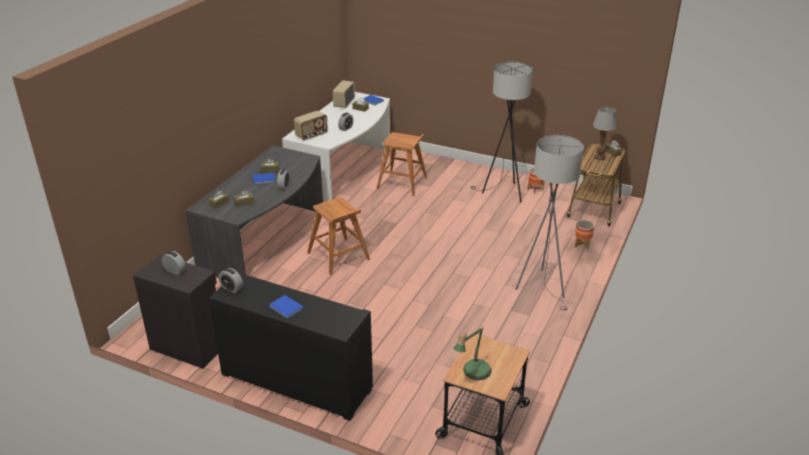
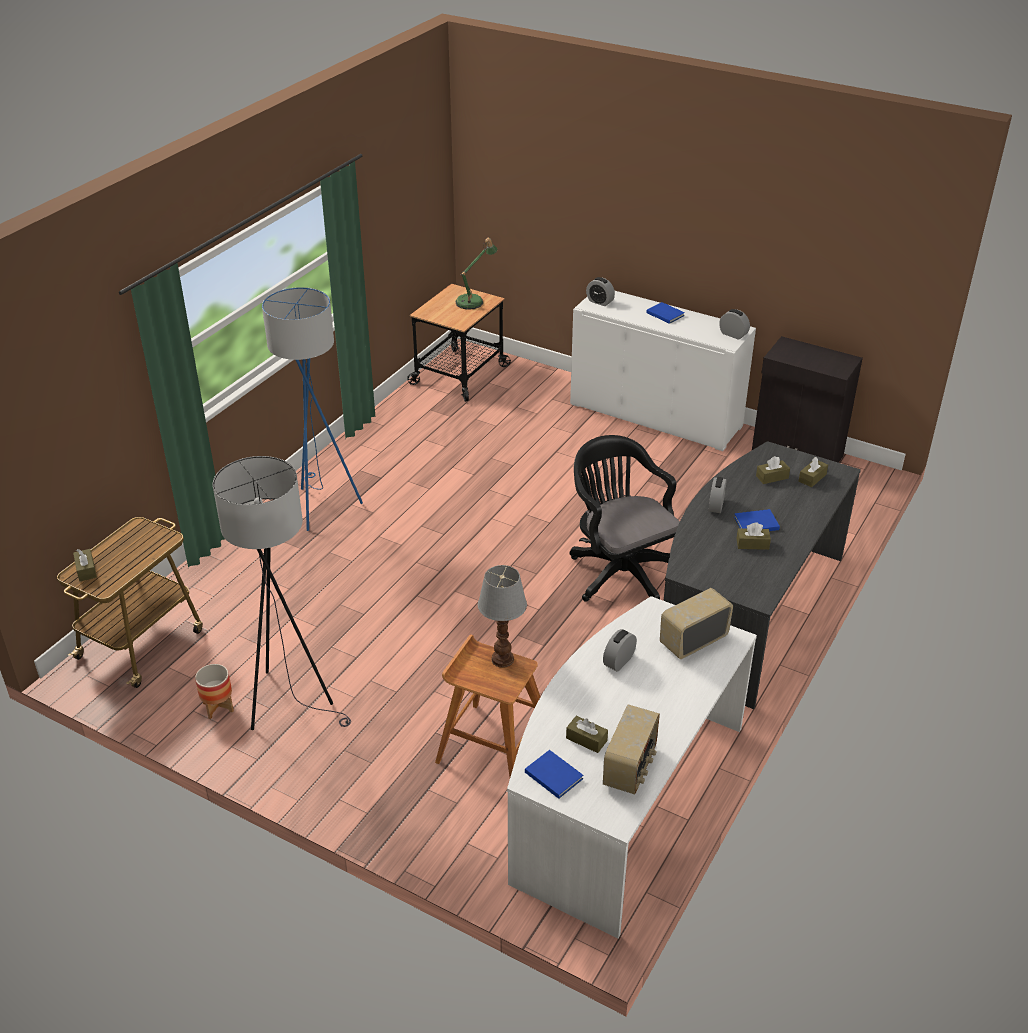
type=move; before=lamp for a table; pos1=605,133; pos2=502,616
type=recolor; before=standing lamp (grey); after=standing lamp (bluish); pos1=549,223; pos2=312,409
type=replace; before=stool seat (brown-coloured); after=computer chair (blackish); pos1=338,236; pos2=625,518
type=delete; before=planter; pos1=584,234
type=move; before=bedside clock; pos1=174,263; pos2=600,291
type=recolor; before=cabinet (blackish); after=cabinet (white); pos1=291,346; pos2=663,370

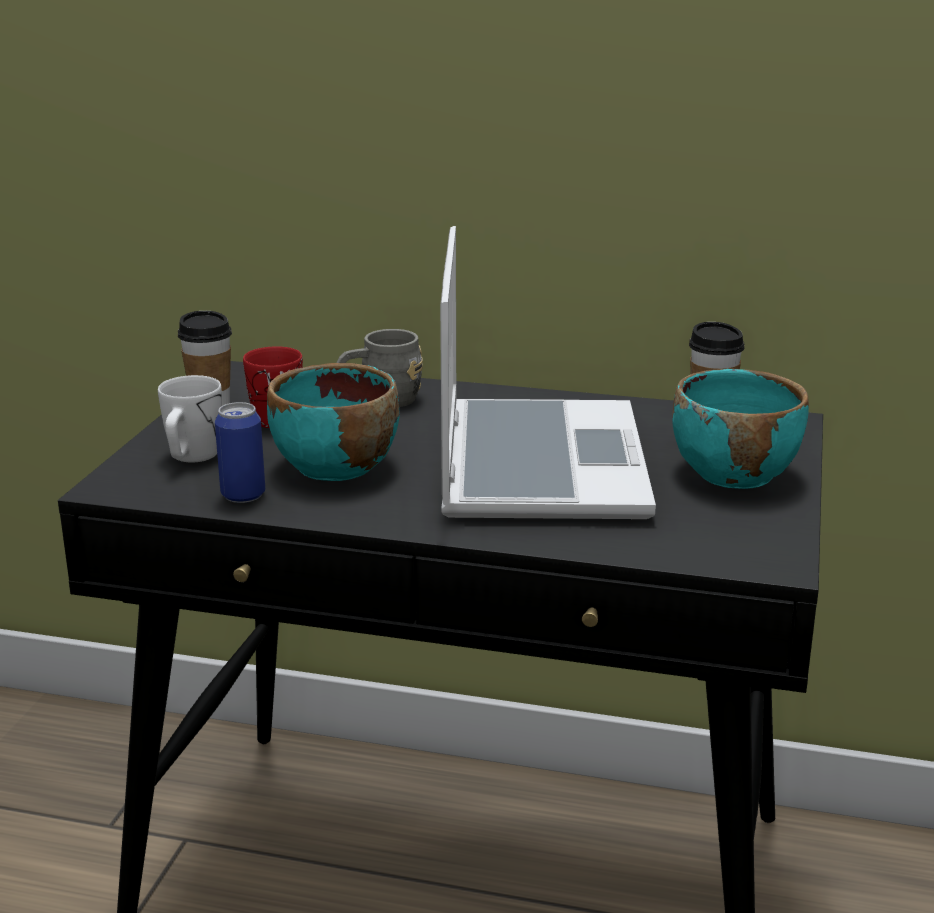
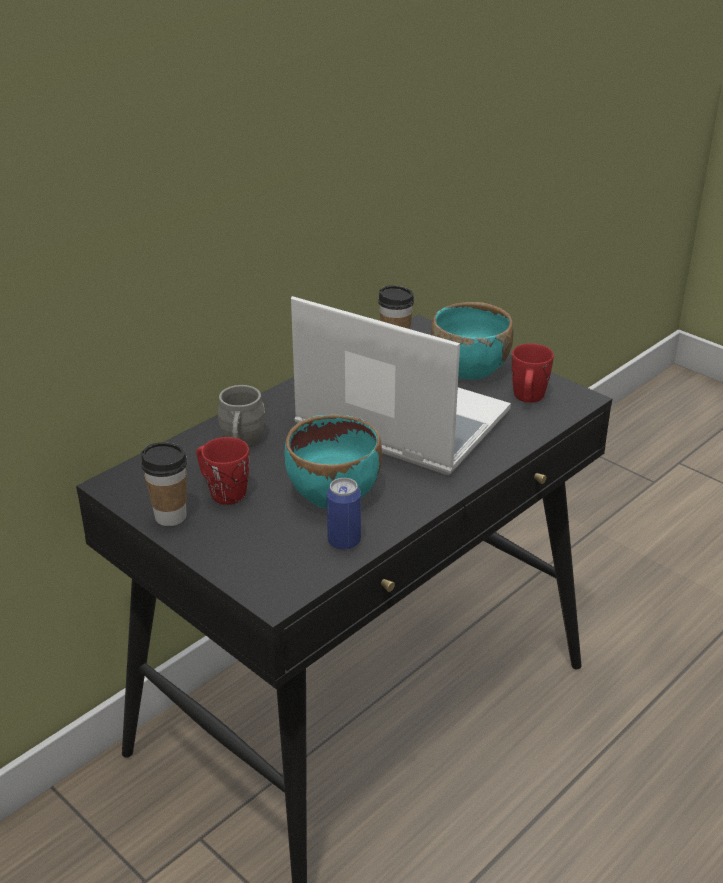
type=delete; before=mug (white); pos1=190,419
type=insert; after=mug (reddish); pos2=533,373

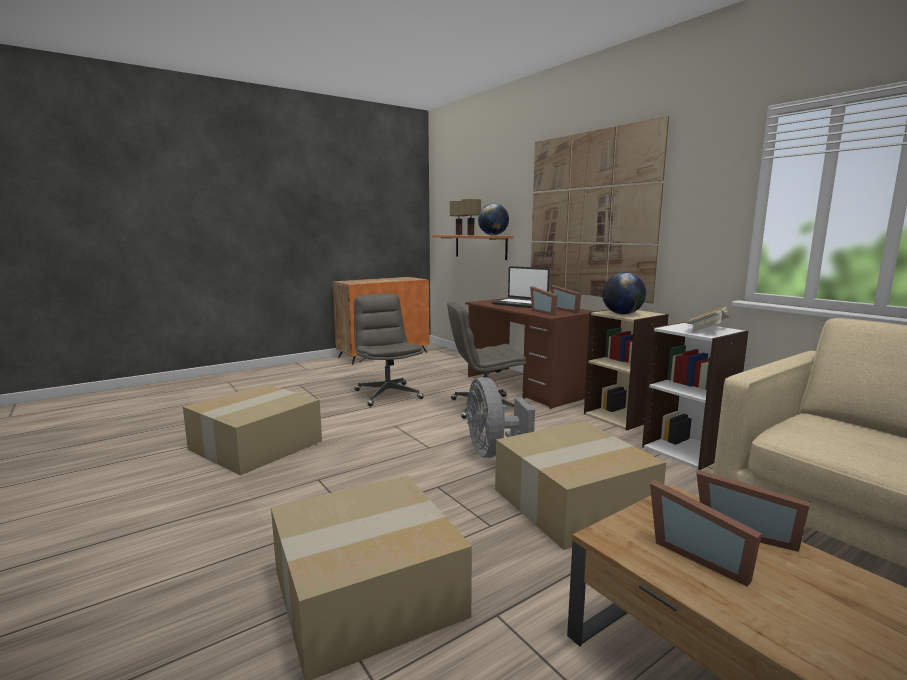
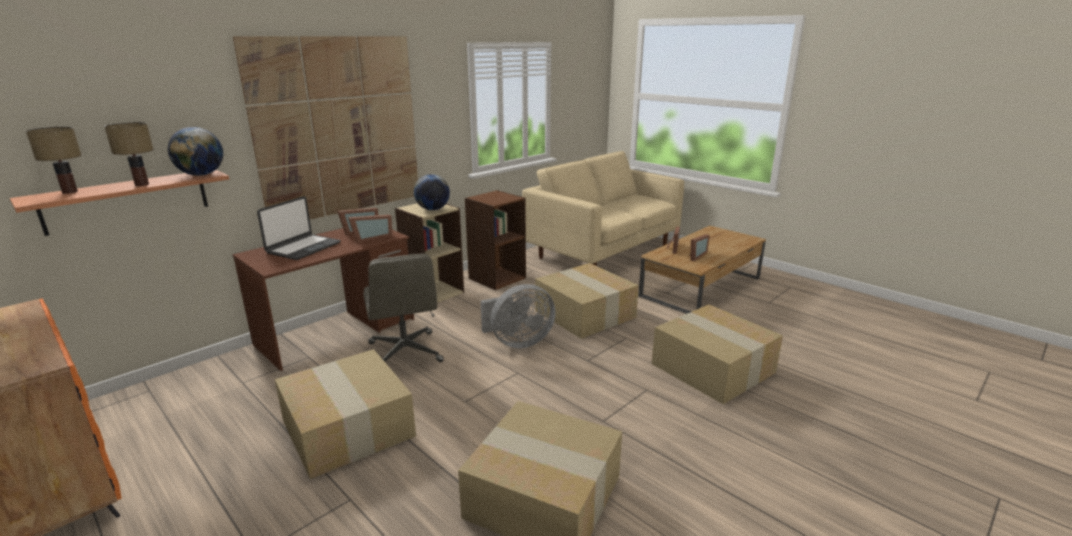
type=replace; before=computer chair (grey); after=packing box; pos1=389,350; pos2=345,414
type=delete; before=volume; pos1=707,319
type=recolor; before=bookshelf (white); after=bookshelf (brown-coloured); pos1=695,395; pos2=495,240

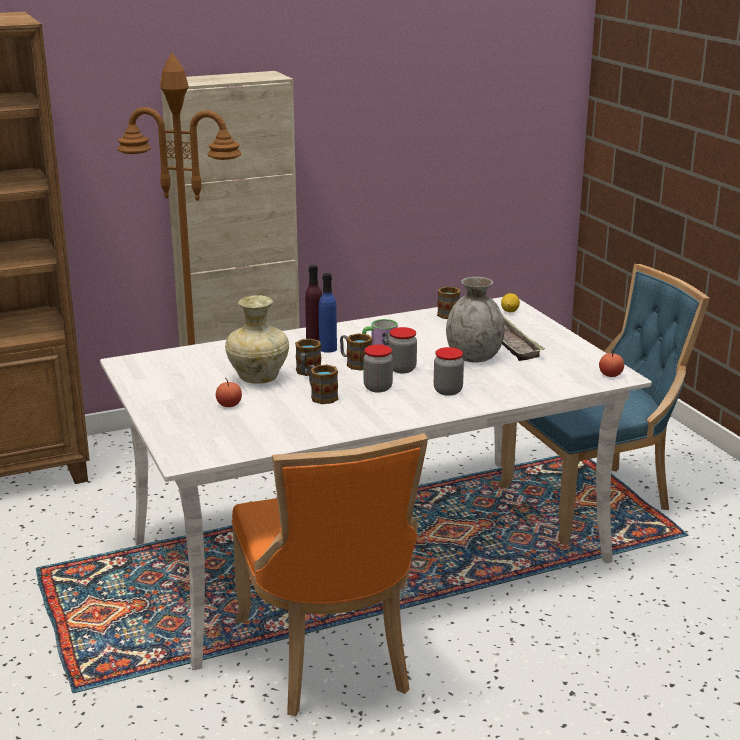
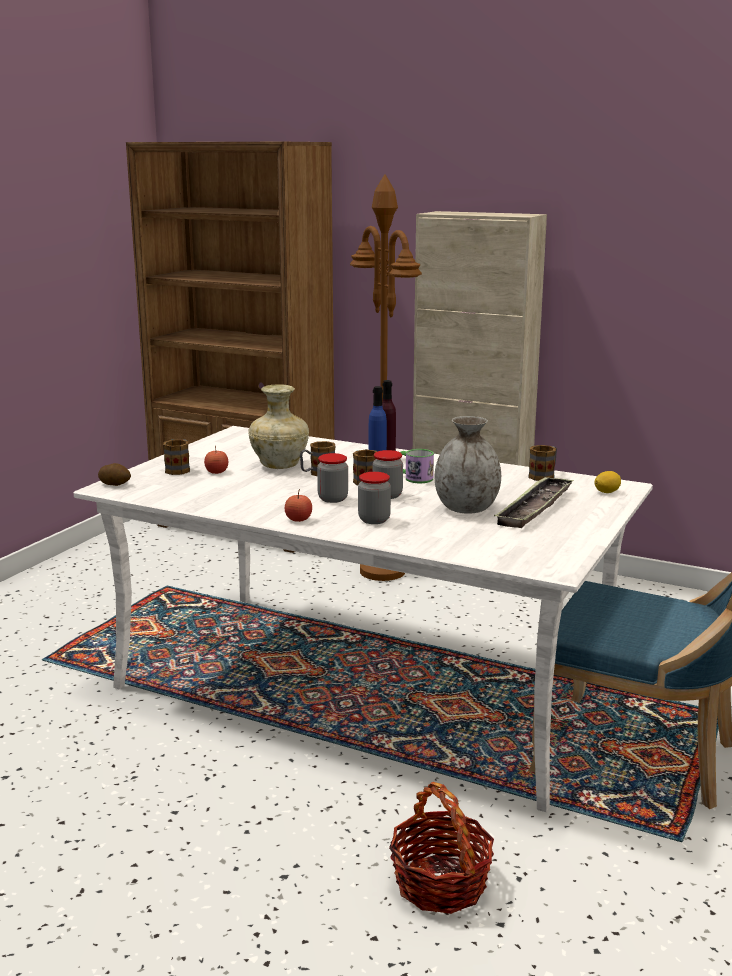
type=move; before=apple; pos1=611,363; pos2=298,505
type=move; before=mug; pos1=323,384; pos2=176,457
type=delete; before=plain chair (orangey); pos1=330,575
type=insert; after=whole potato; pos2=114,474
type=insert; after=household basket; pos2=441,848

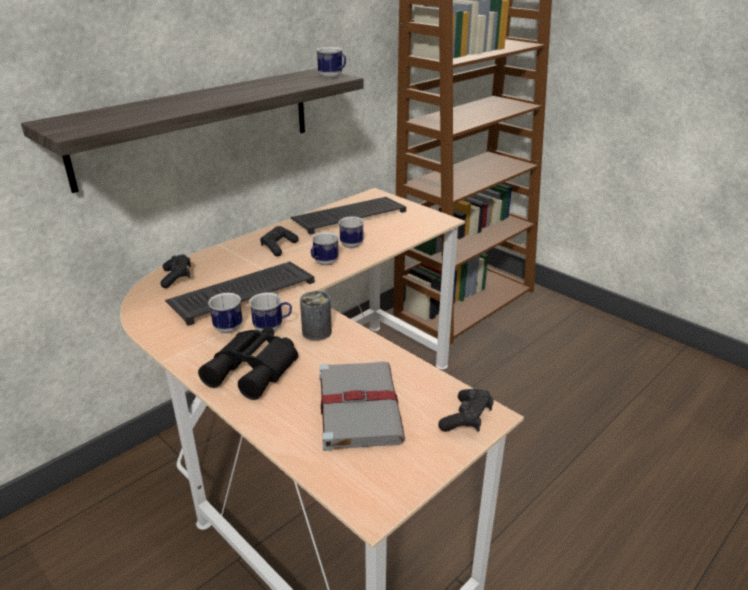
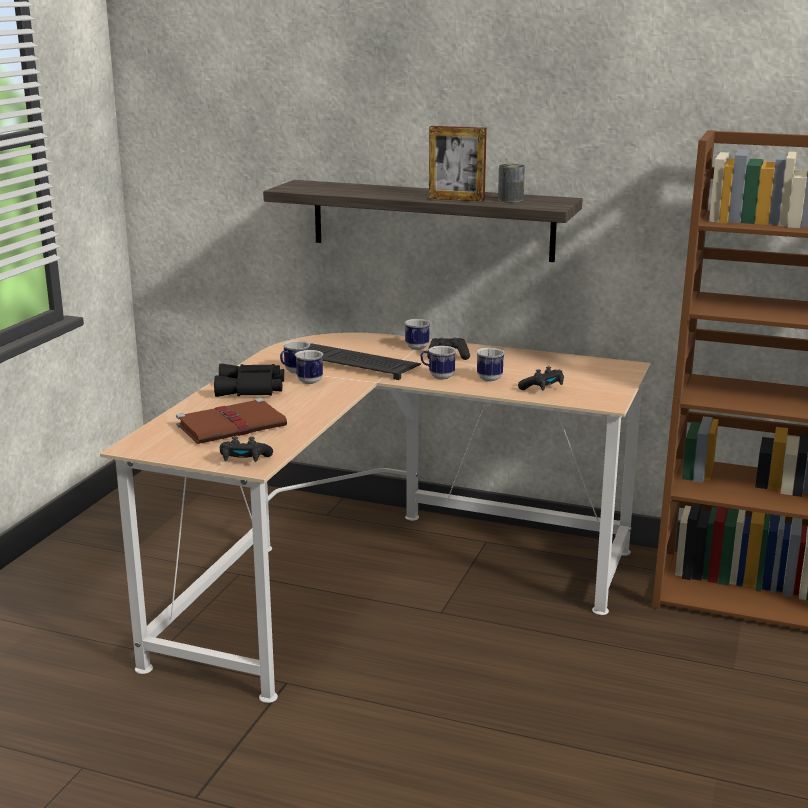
type=move; before=mug; pos1=331,63; pos2=417,334
type=delete; before=computer keyboard; pos1=348,215
type=move; before=game controller (blackish); pos1=175,271; pos2=541,378
type=move; before=metal can; pos1=316,316; pos2=511,183
type=recolor; before=volume (grey); after=volume (brown-coloured); pos1=362,406; pos2=231,421
type=insert; after=picture frame; pos2=458,164

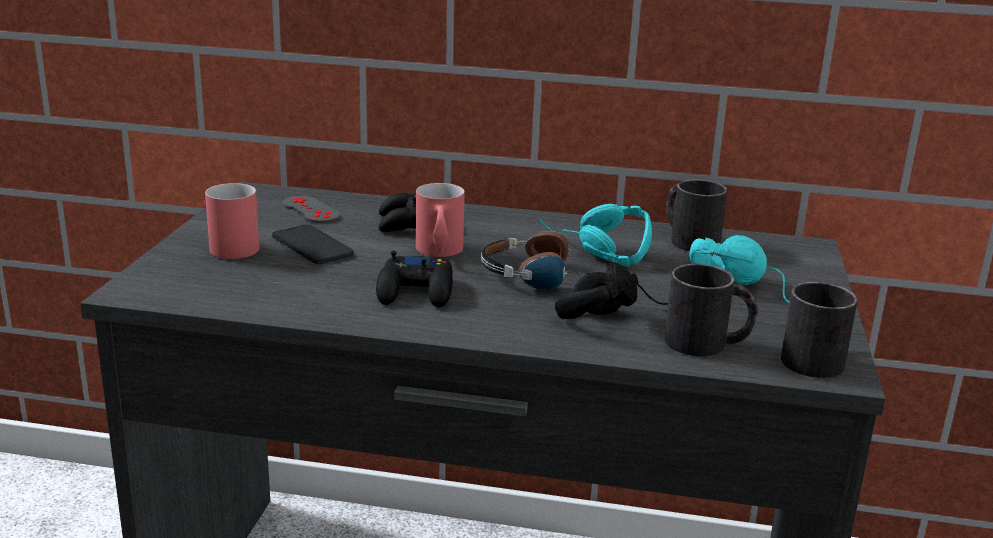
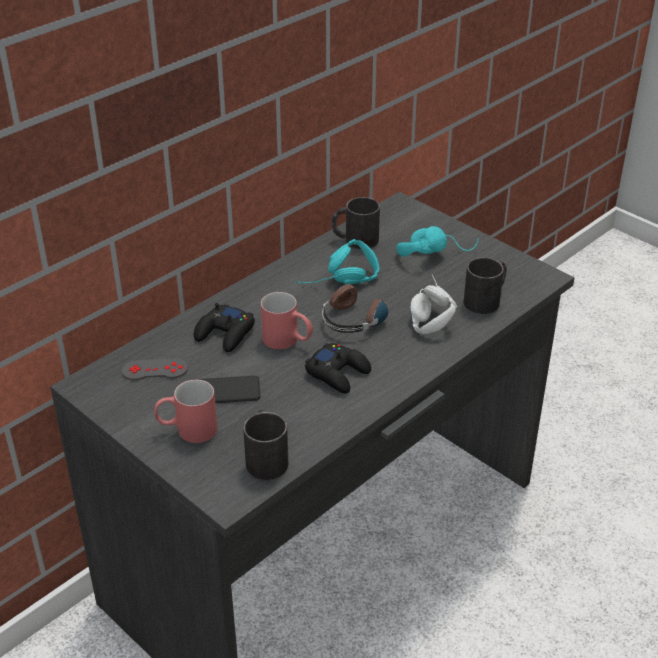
type=recolor; before=pair of headphones (blackish); after=pair of headphones (white); pos1=612,291; pos2=434,304
type=move; before=mug (blackish); pos1=819,330; pos2=266,445

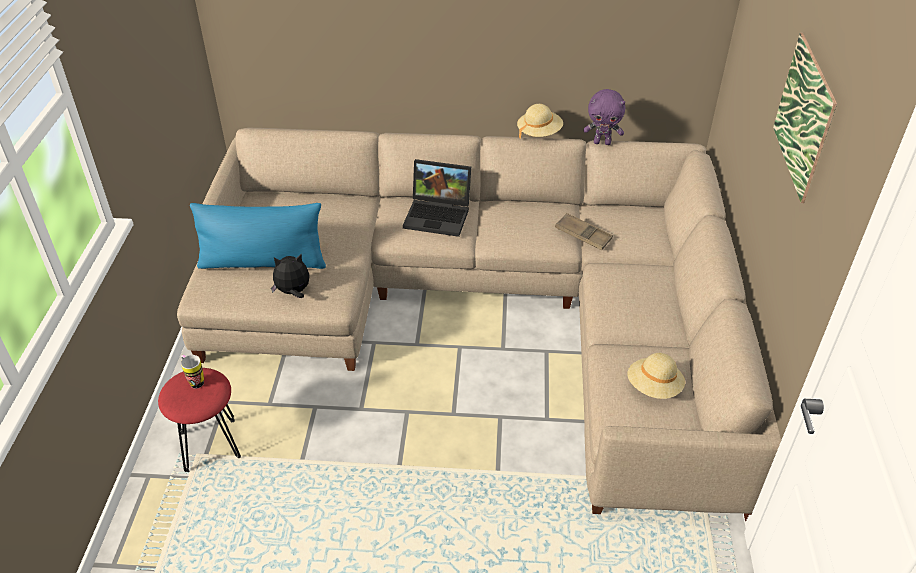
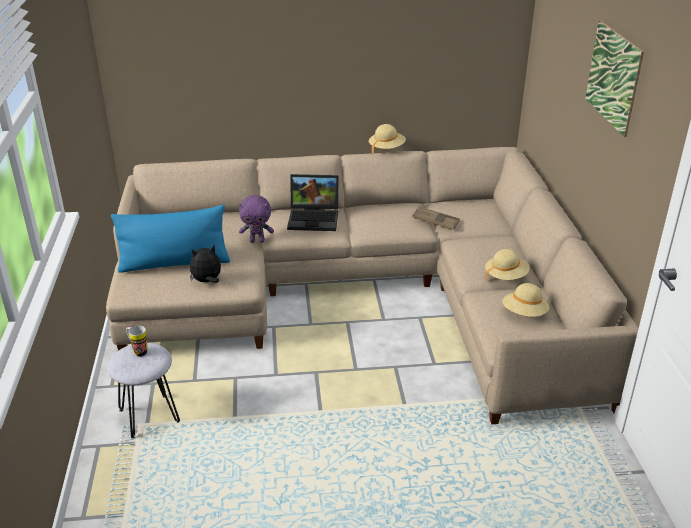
type=move; before=cuddly toy (purple-coloured); pos1=604,117; pos2=256,219
type=recolor; before=stool seat (reddish); after=stool seat (grey); pos1=199,420; pos2=143,390
type=insert; after=clothing hat (beige-coloured); pos2=507,264

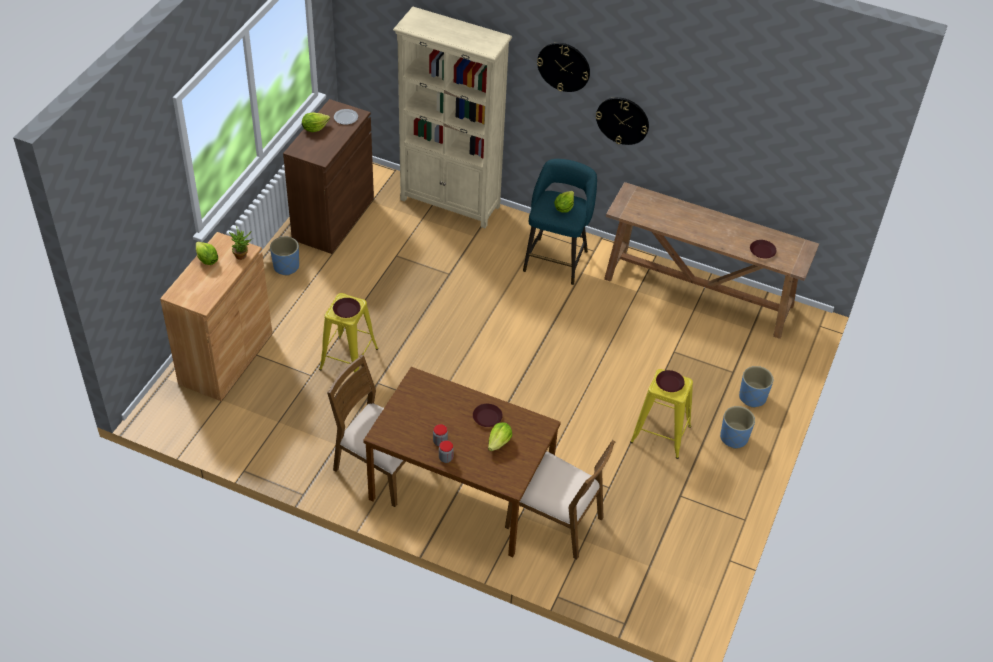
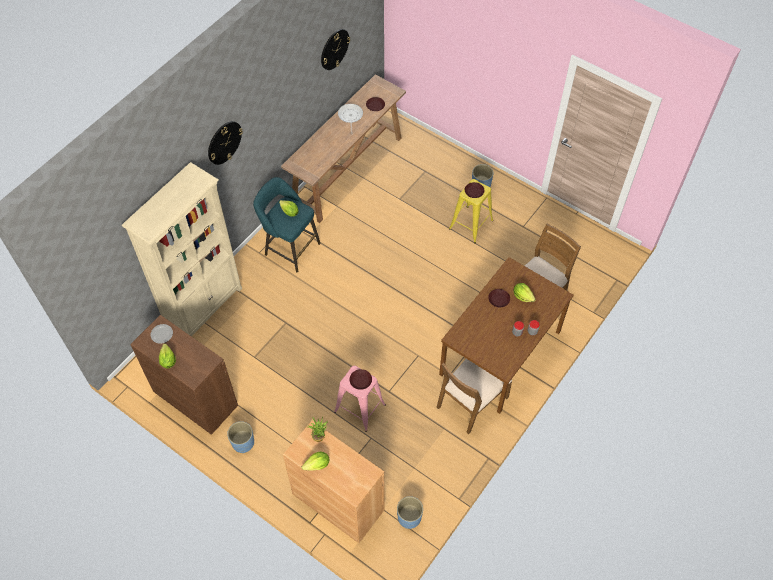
type=move; before=clock on the wall; pos1=622,121; pos2=335,49
type=recolor; before=stool seat (yellow-coloured); after=stool seat (pink-coloured); pos1=348,333; pos2=360,399
type=move; before=planter (bluish); pos1=756,387; pos2=410,512
type=insert; after=pan; pos2=350,119

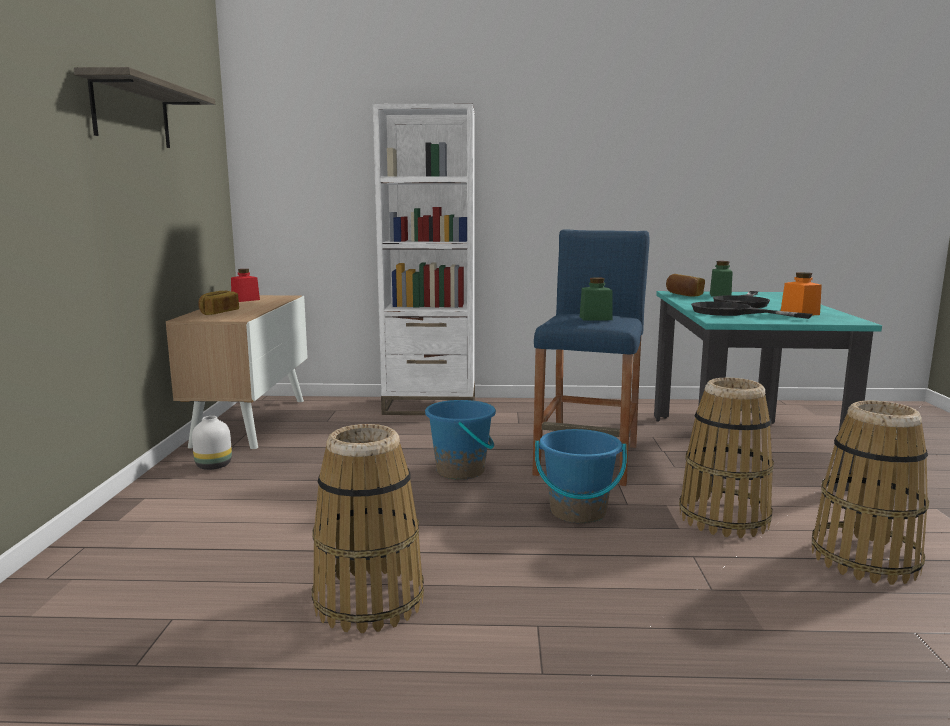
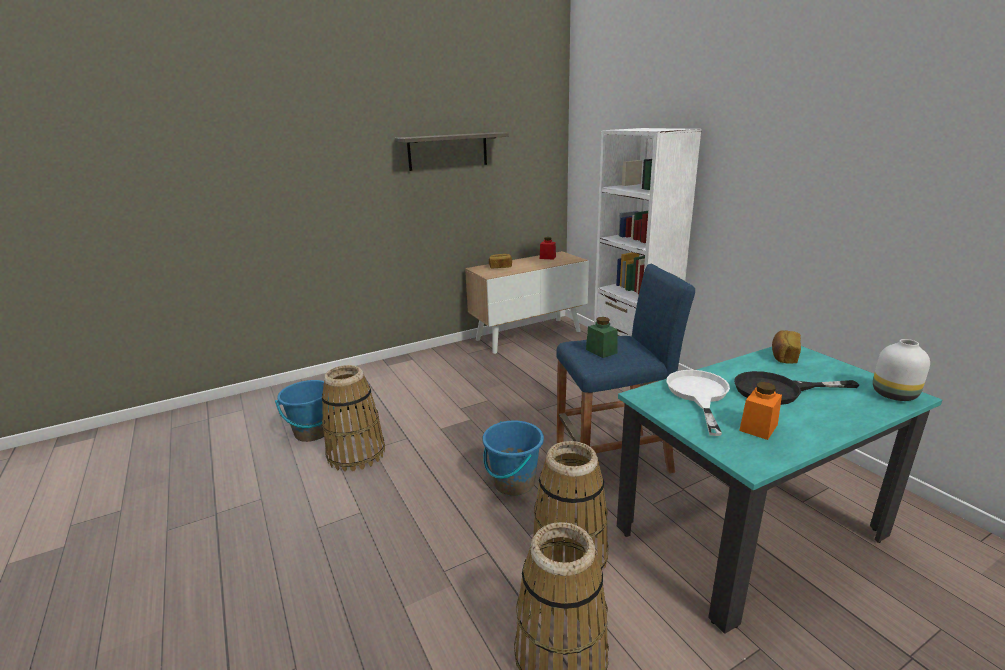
type=delete; before=preserve jar (green-coloured); pos1=721,279
type=recolor; before=pan (blackish); after=pan (white); pos1=751,310; pos2=698,403
type=move; before=pail (bluish); pos1=460,440; pos2=304,411
type=move; before=vase (white); pos1=212,443; pos2=901,370

